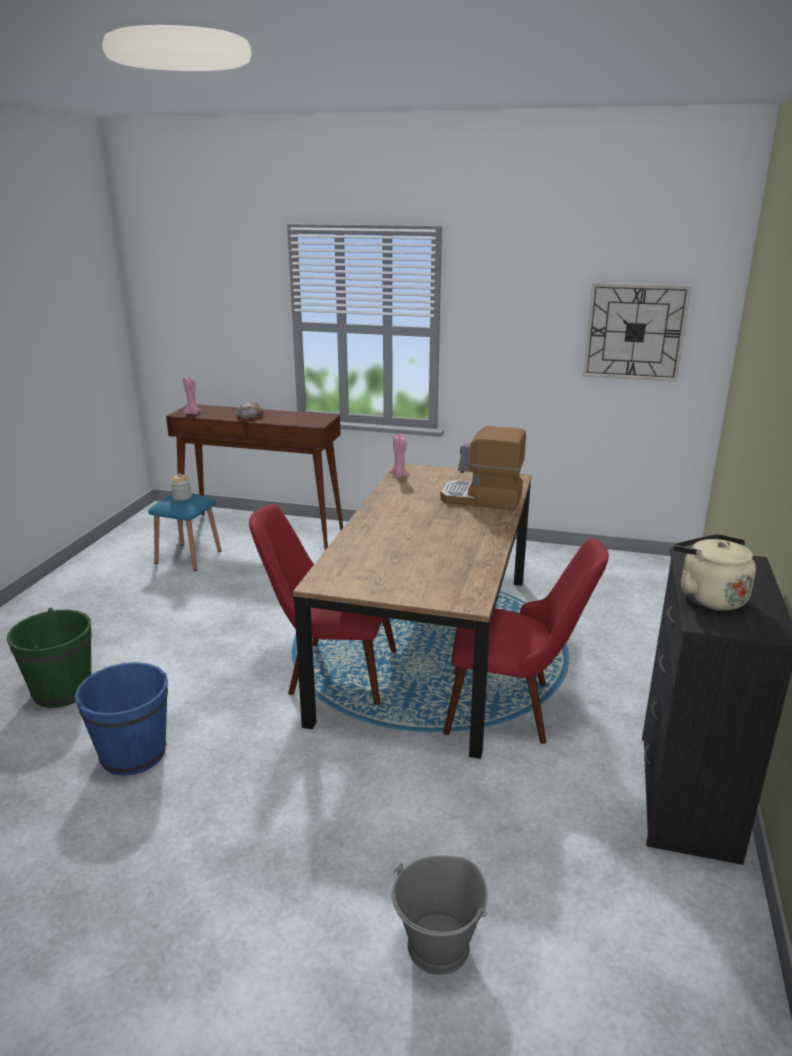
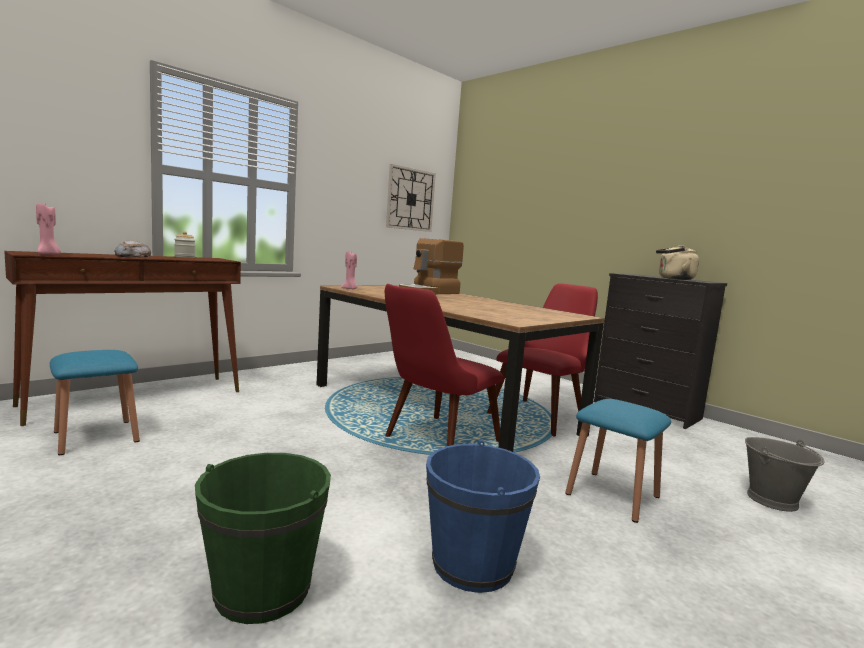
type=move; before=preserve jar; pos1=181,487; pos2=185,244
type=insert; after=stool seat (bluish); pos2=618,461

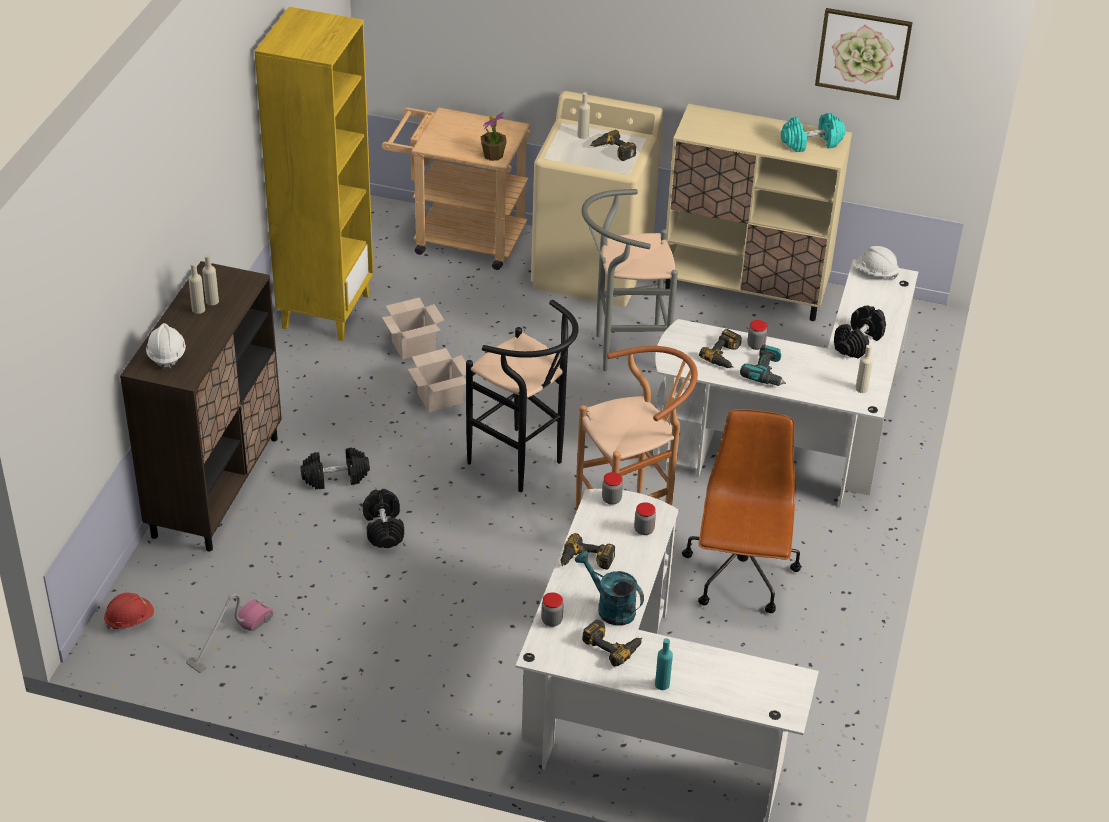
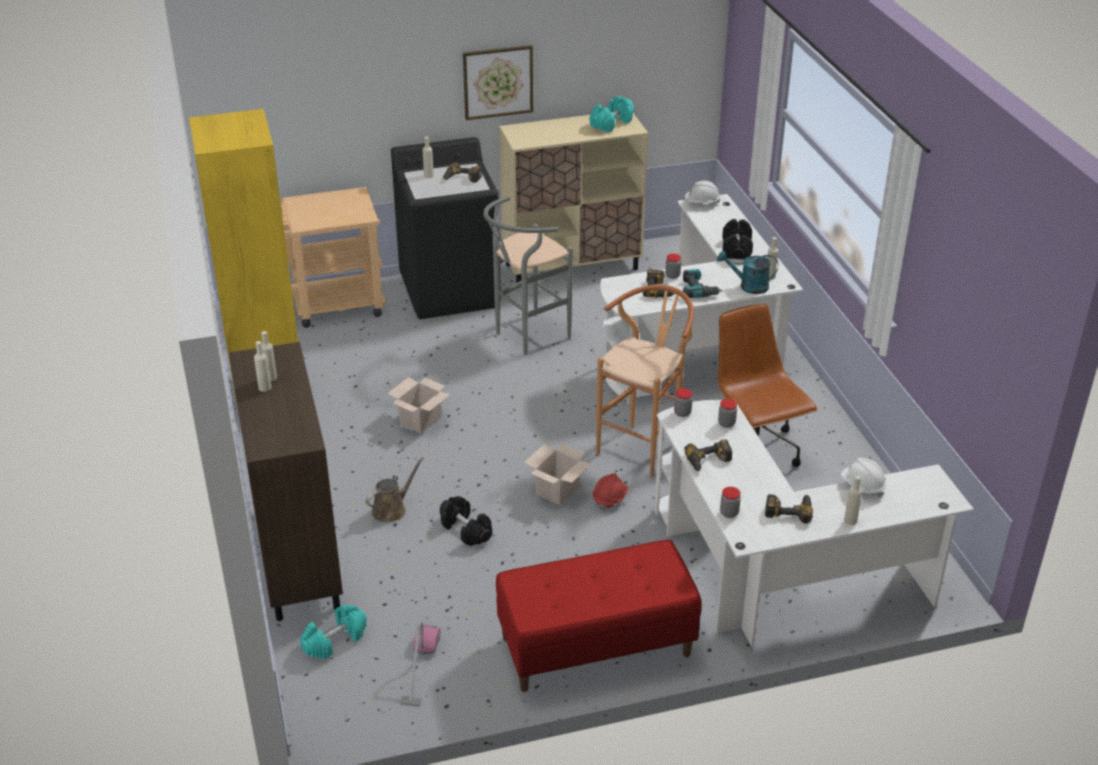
type=move; before=wall art; pos1=864,54; pos2=498,82
type=recolor; before=laundry machine (beige-coloured); after=laundry machine (blackish); pos1=597,198; pos2=446,228
type=delete; before=houseplant; pos1=494,136
type=move; before=packing box; pos1=413,328; pos2=557,474
type=delete; before=stool seat (blackish); pos1=522,396
type=move; before=work helmet (white); pos1=166,346; pos2=863,477
type=replace; before=dumbbell (blackish); after=watering pot (brown-coloured); pos1=335,468; pos2=395,489
type=move; before=watering pot (turquoise); pos1=609,588; pos2=747,272
type=move; before=work helmet (reddish); pos1=129,611; pos2=610,491
type=recolor; before=beverage bottle (turquoise); after=beverage bottle (beige-coloured); pos1=664,664; pos2=853,500
type=insert; after=bench (reddish); pos2=599,616
type=insert; after=dumbbell (turquoise); pos2=333,632

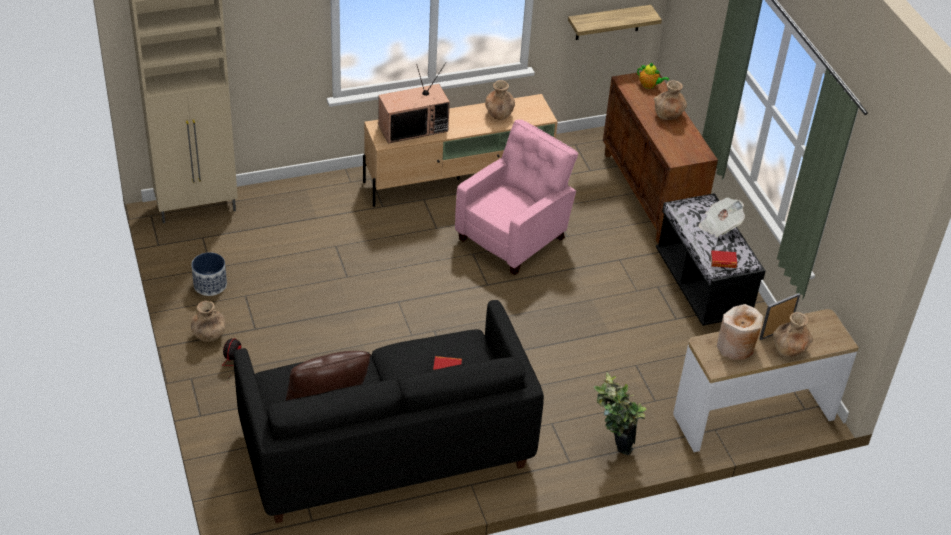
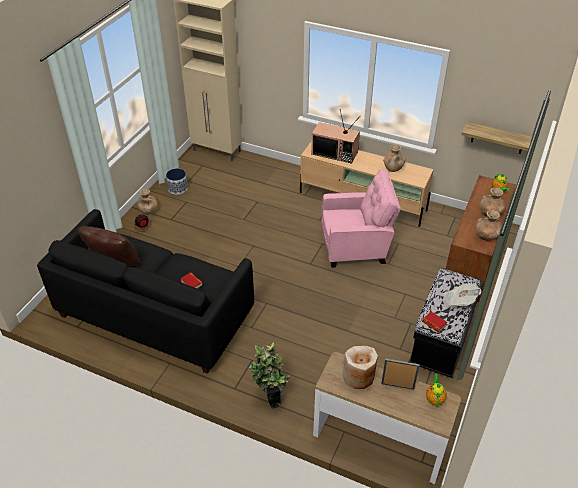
type=move; before=vase (brown-coloured); pos1=793,334; pos2=489,225
type=insert; after=tea pot; pos2=436,390

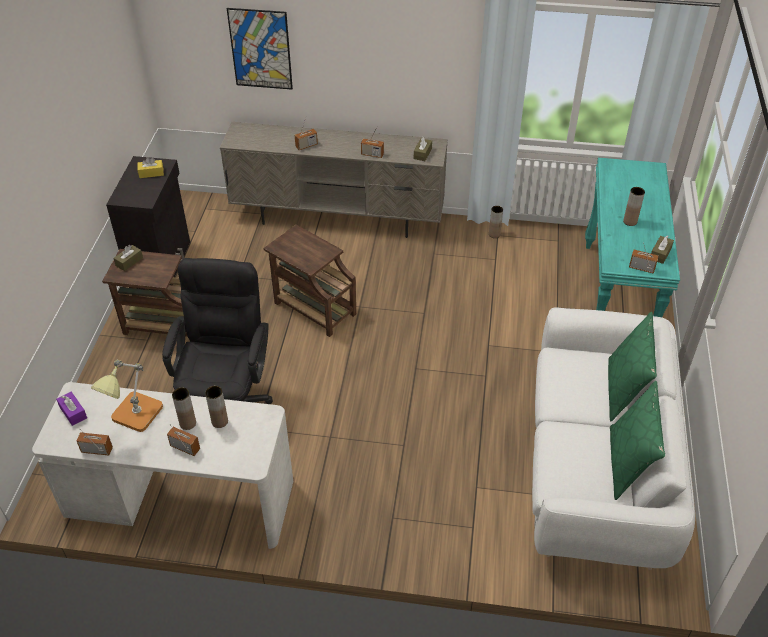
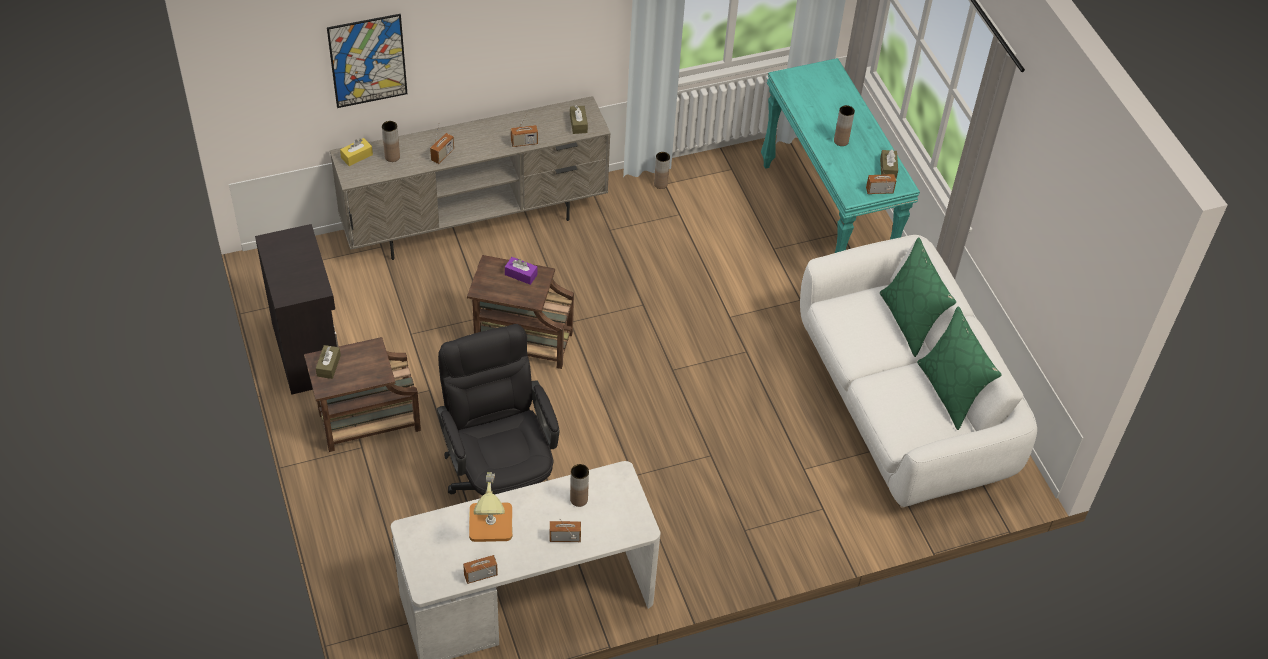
type=move; before=tissue holder (yellow-coloured); pos1=150,167; pos2=356,152
type=move; before=vase (brown-coloured); pos1=184,408; pos2=391,141
type=move; before=tissue holder (purple-coloured); pos1=71,409; pos2=521,271

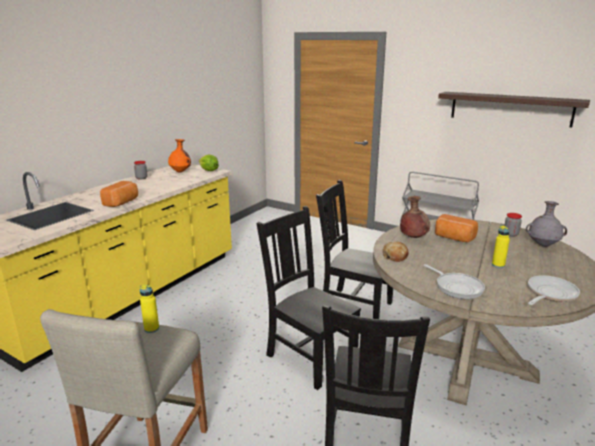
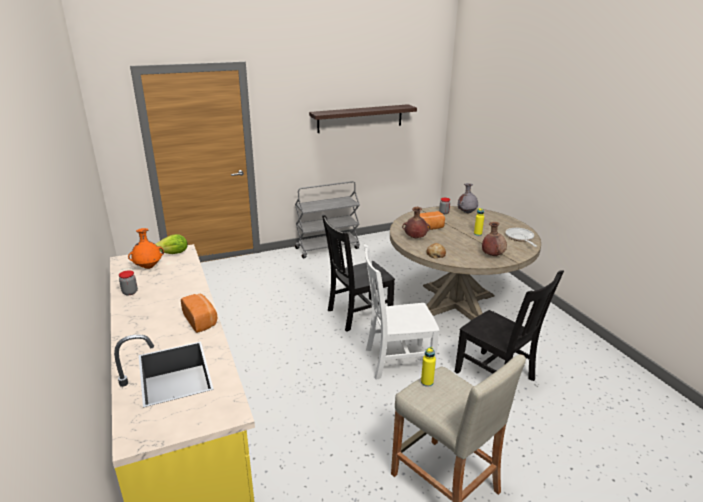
type=recolor; before=plain chair (blackish); after=plain chair (white); pos1=308,298; pos2=402,312
type=replace; before=pan; after=vase (brown-coloured); pos1=454,281; pos2=494,239

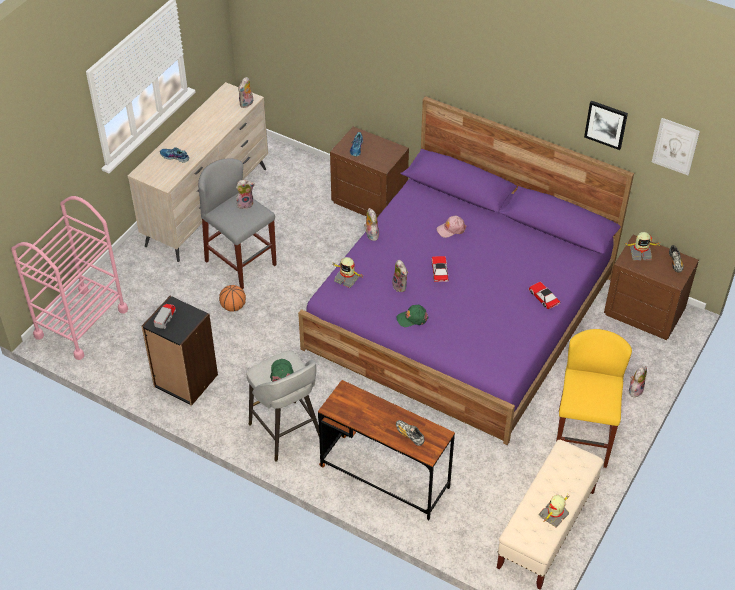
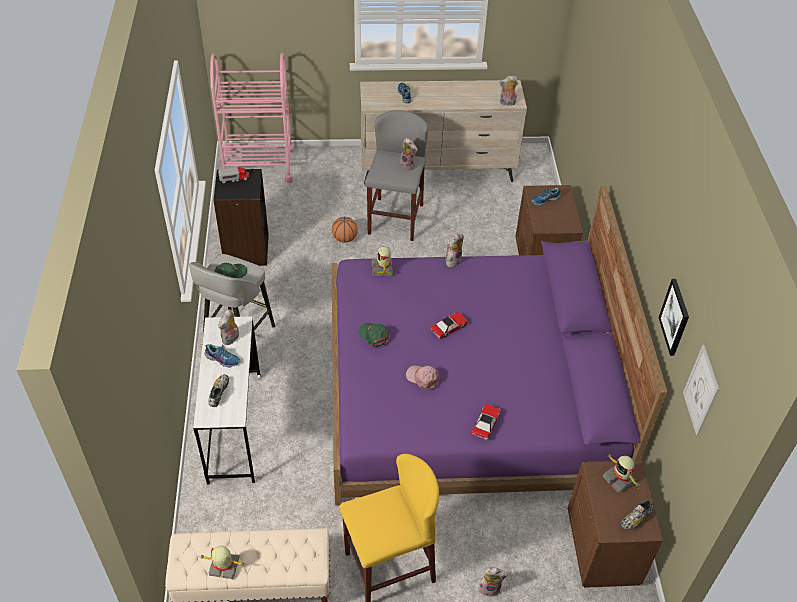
type=move; before=peaked cap (pink-coloured); pos1=451,227; pos2=423,377
type=move; before=cuddly toy; pos1=400,276; pos2=229,327
type=recolor; before=desk unit (brown-coloured); after=desk unit (white); pos1=386,450; pos2=227,400
type=insert; after=low shoe; pos2=222,354

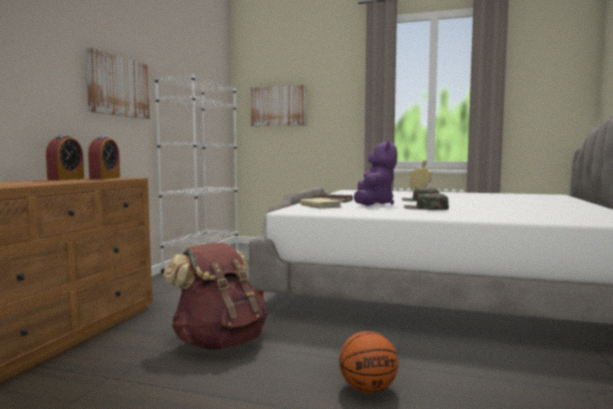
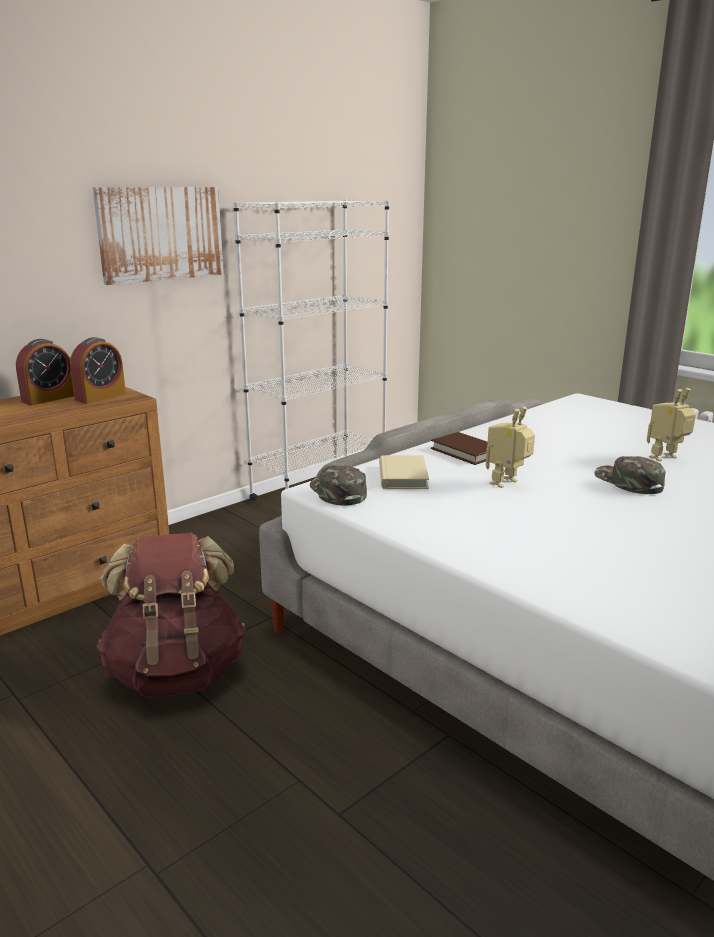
type=delete; before=wall art; pos1=279,105
type=replace; before=cuddly toy (purple-coloured); after=model robot; pos1=375,173; pos2=510,447
type=move; before=peaked cap (green-coloured); pos1=426,201; pos2=338,485
type=delete; before=ball for basketball; pos1=368,362

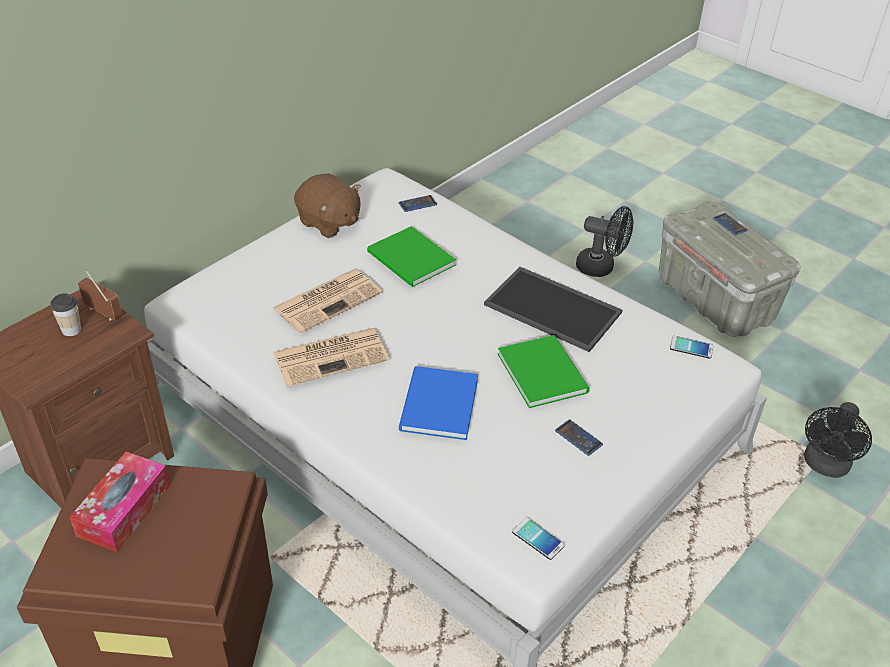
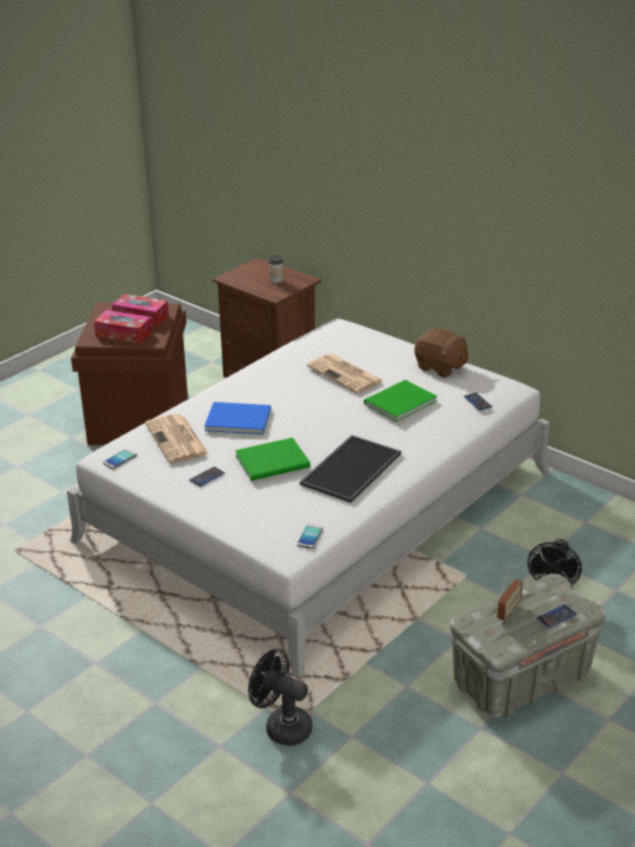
type=rotate; before=cuddly toy (brown-coloured); pos1=327,205; pos2=441,353; turn=-90
type=move; before=radio set; pos1=100,295; pos2=510,596
type=move; before=printed paper; pos1=331,357; pos2=177,438
type=insert; after=tissue holder; pos2=123,327

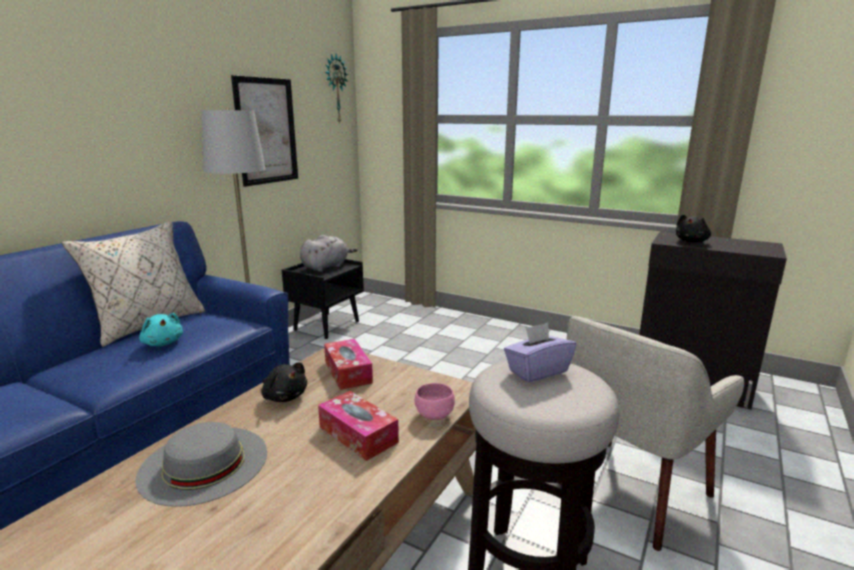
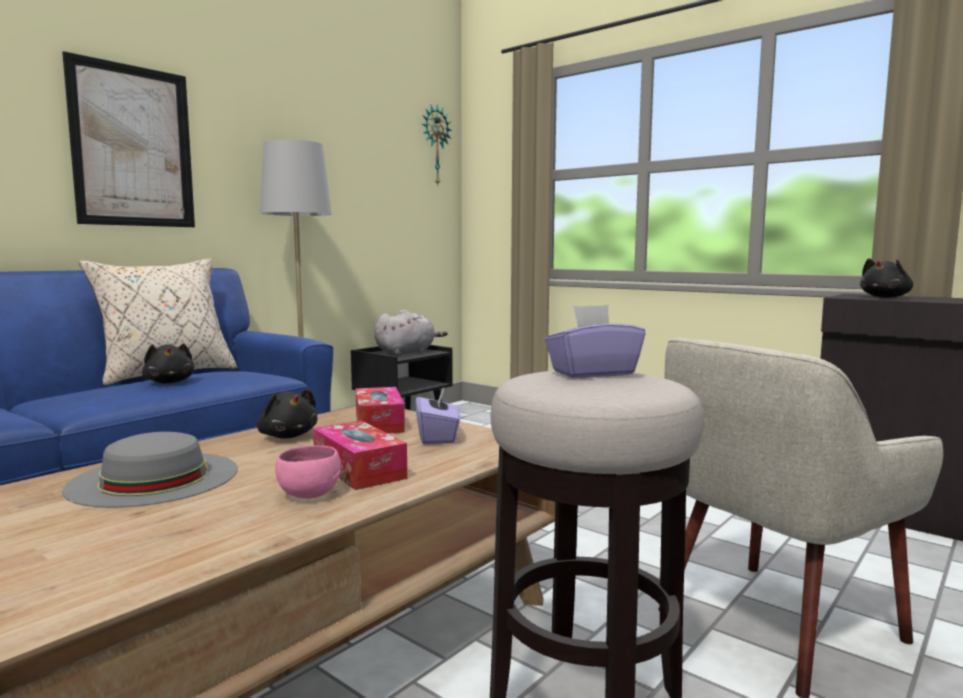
type=move; before=wall art; pos1=264,131; pos2=128,139
type=recolor; before=cuddly toy (turquoise); after=cuddly toy (blackish); pos1=161,329; pos2=168,363
type=move; before=serving bowl (pink-coloured); pos1=435,401; pos2=308,471
type=insert; after=tissue holder (purple-coloured); pos2=437,415

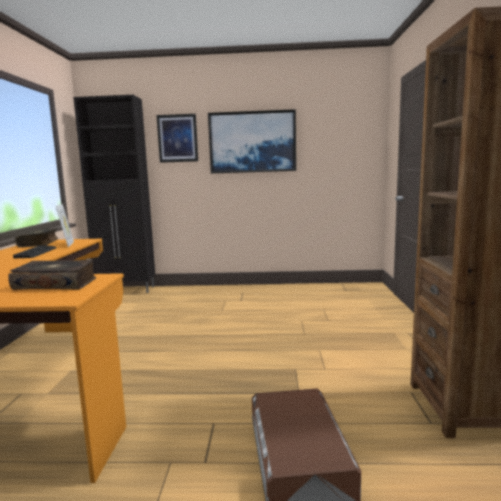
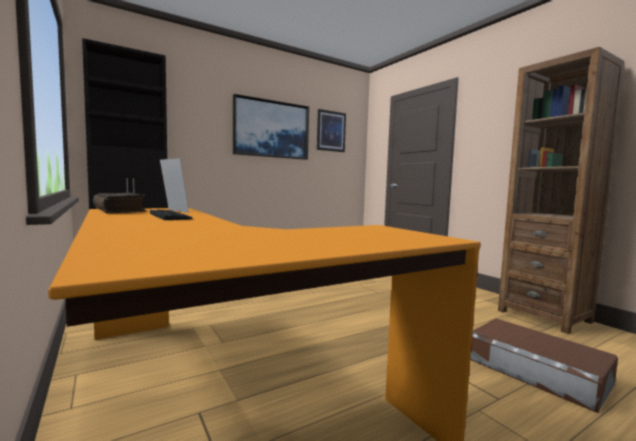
type=move; before=wall art; pos1=177,138; pos2=331,130
type=delete; before=volume; pos1=52,274

